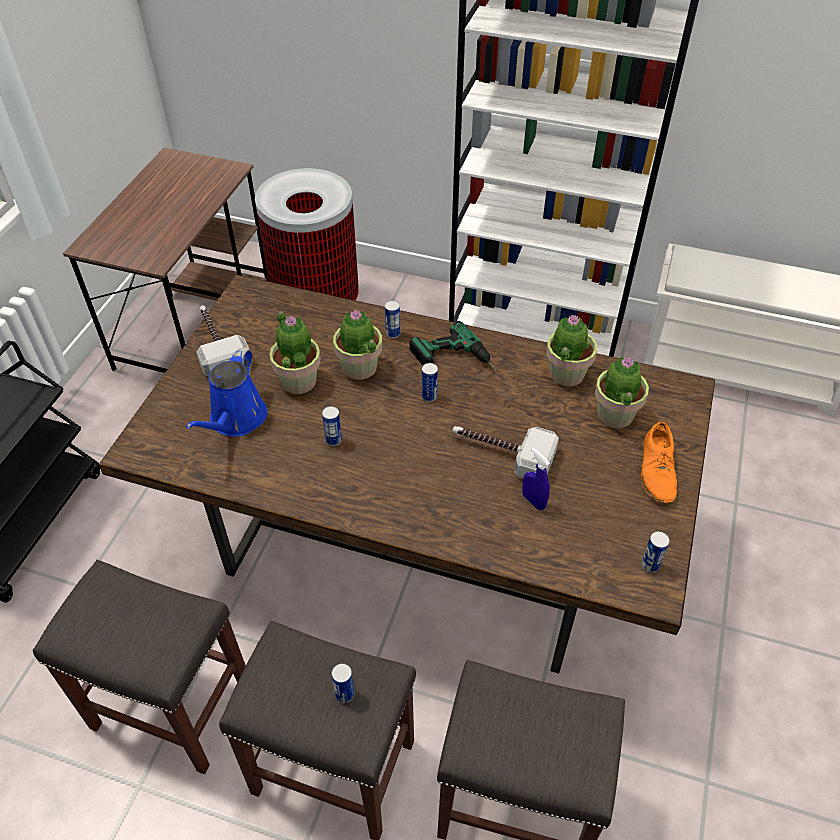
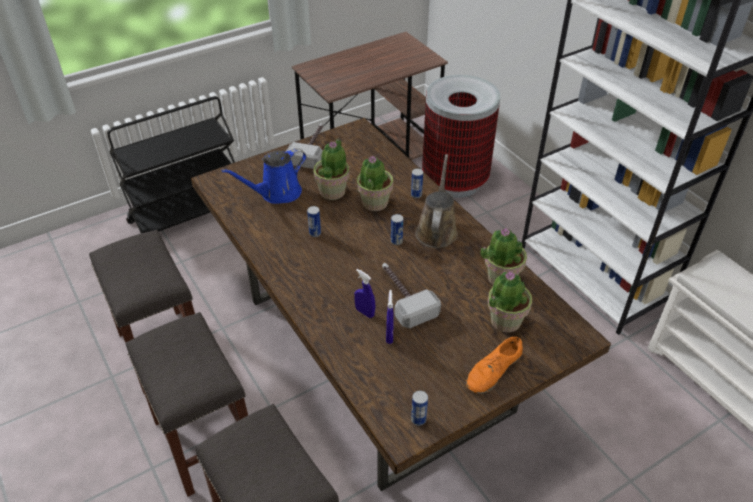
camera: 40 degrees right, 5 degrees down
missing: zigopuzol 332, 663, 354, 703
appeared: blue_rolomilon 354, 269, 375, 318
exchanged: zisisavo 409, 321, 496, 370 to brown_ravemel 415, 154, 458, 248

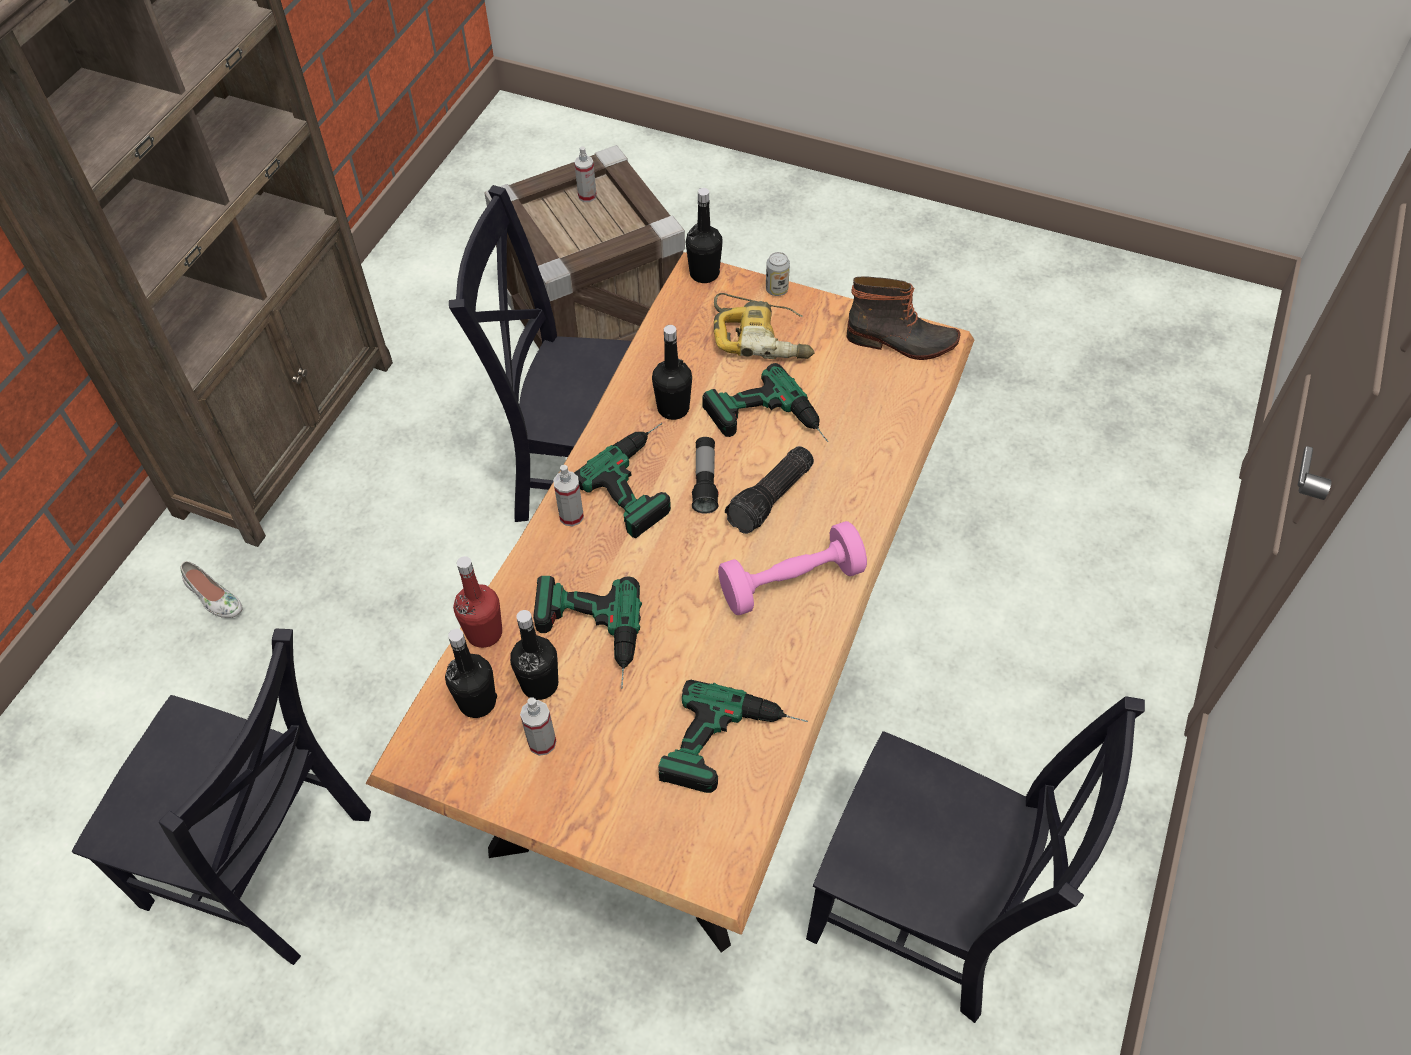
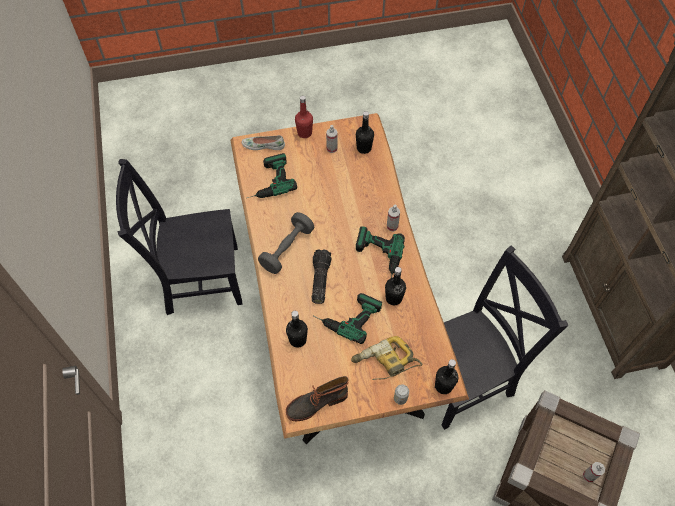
camera: 145 degrees right, 5 degrees up
missing: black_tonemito 72, 629, 371, 965; zisisavo 533, 576, 642, 688; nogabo 692, 437, 719, 514
relocated: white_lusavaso 180, 561, 243, 618 to 242, 135, 285, 150; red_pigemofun 453, 556, 502, 648 to 295, 96, 313, 138; black_pigemofun 510, 610, 558, 700 to 286, 311, 308, 348
colour: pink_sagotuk 718, 521, 867, 615 to grey_sagotuk 258, 212, 314, 274

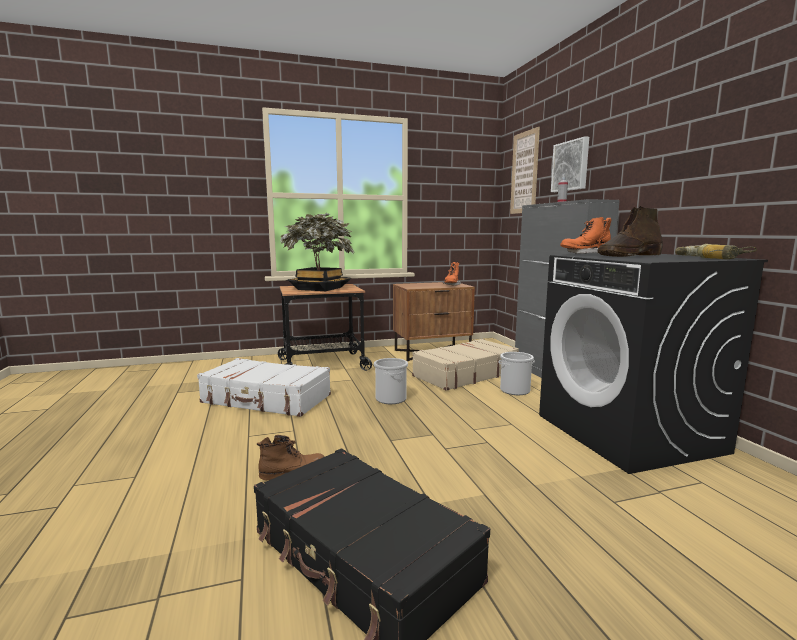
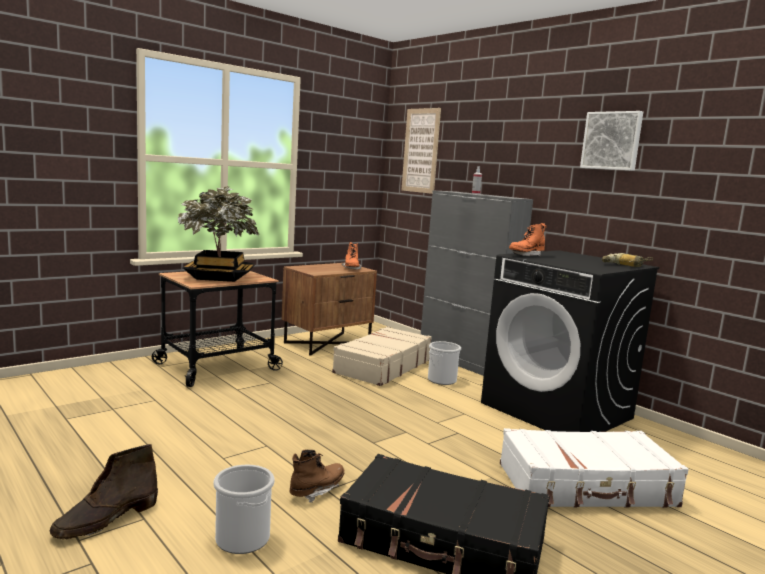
camera: 25 degrees left, 0 degrees up
relocated: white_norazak 197, 358, 331, 417 to 500, 428, 689, 508; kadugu 374, 358, 408, 404 to 213, 465, 275, 554; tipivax 551, 136, 589, 192 to 580, 111, 643, 171; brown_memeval 598, 206, 663, 257 to 50, 444, 158, 539

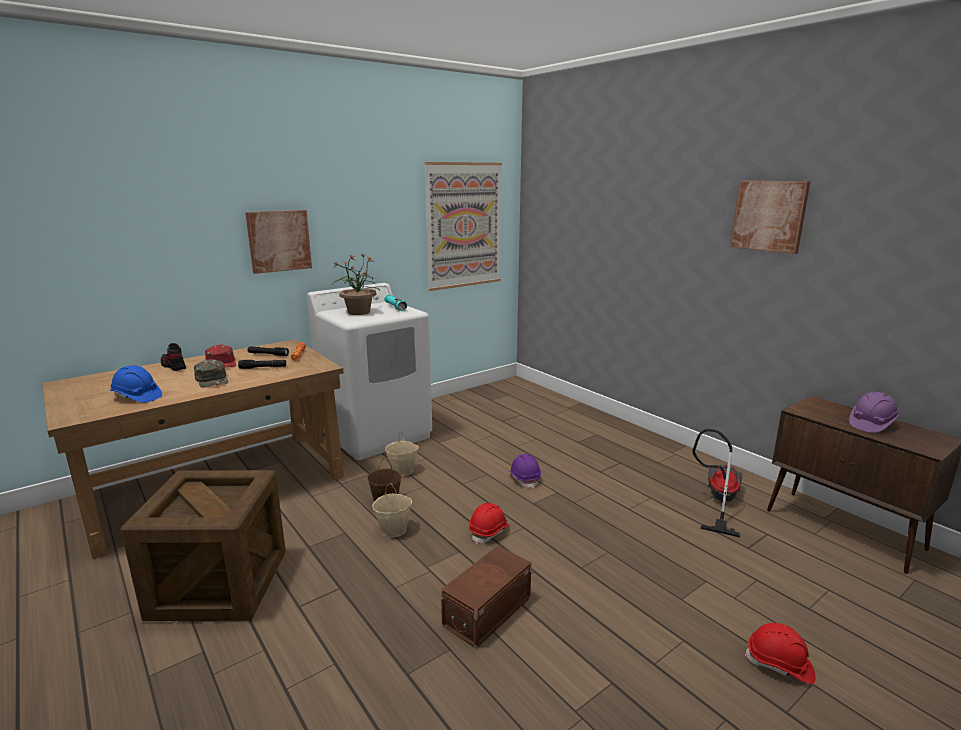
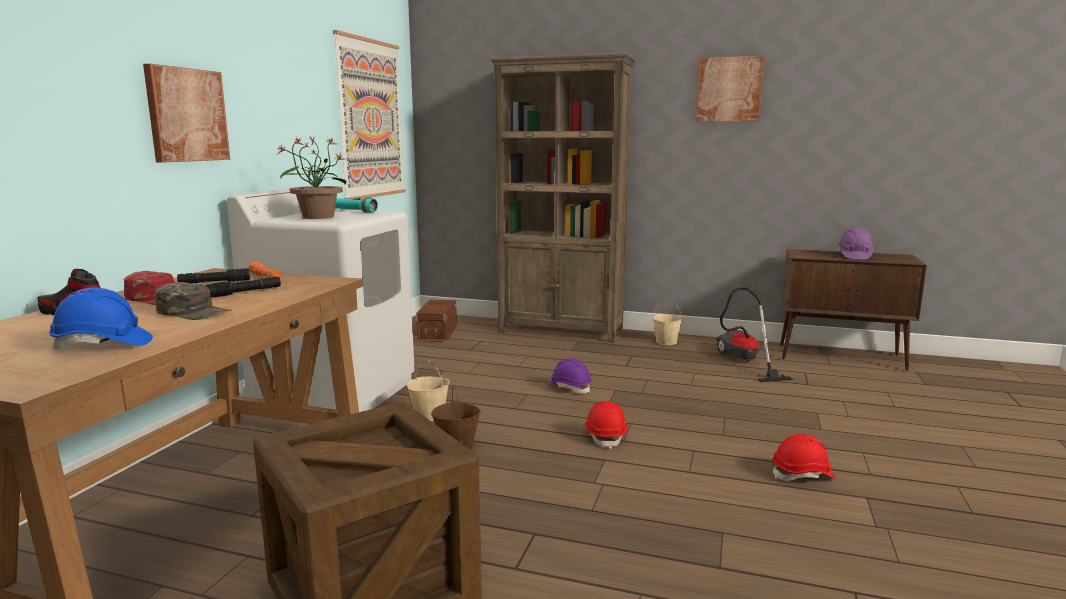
camera: 35 degrees left, 5 degrees down
appeared: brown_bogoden 490, 52, 636, 343
relocated: beige_kadugu 372, 483, 412, 538 to 652, 300, 683, 345; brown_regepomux 441, 546, 532, 649 to 416, 300, 457, 342; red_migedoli 745, 623, 815, 684 to 773, 434, 837, 481

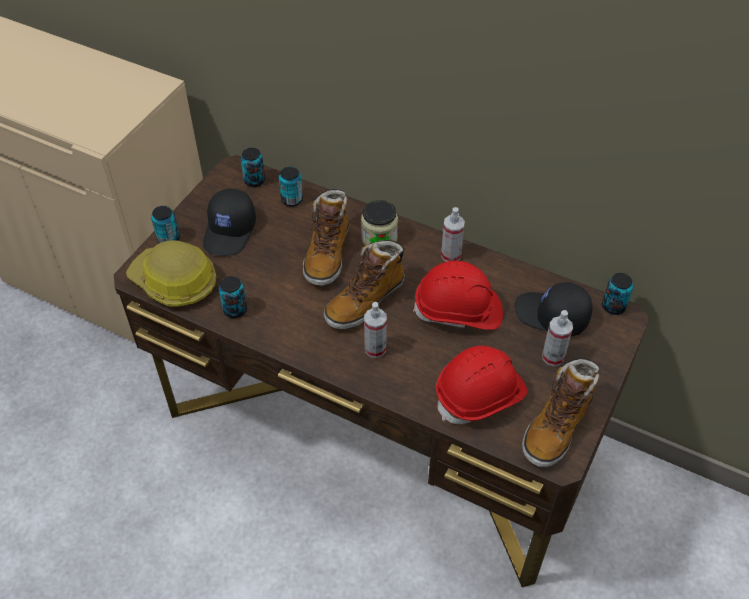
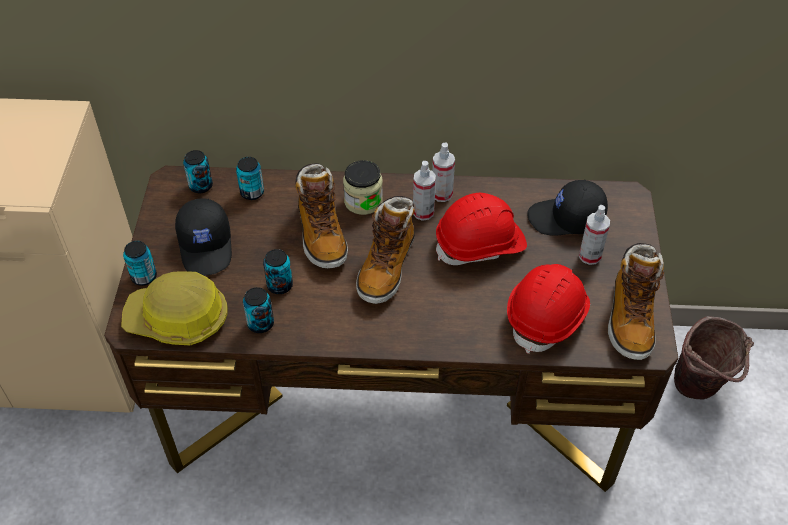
camera: 25 degrees left, 0 degrees up
appeared: brown_kadugu 674, 316, 754, 399
relocated: rolomilon 364, 302, 387, 358 to 413, 161, 436, 221; zigopuzol 602, 273, 633, 315 to 263, 249, 293, 294

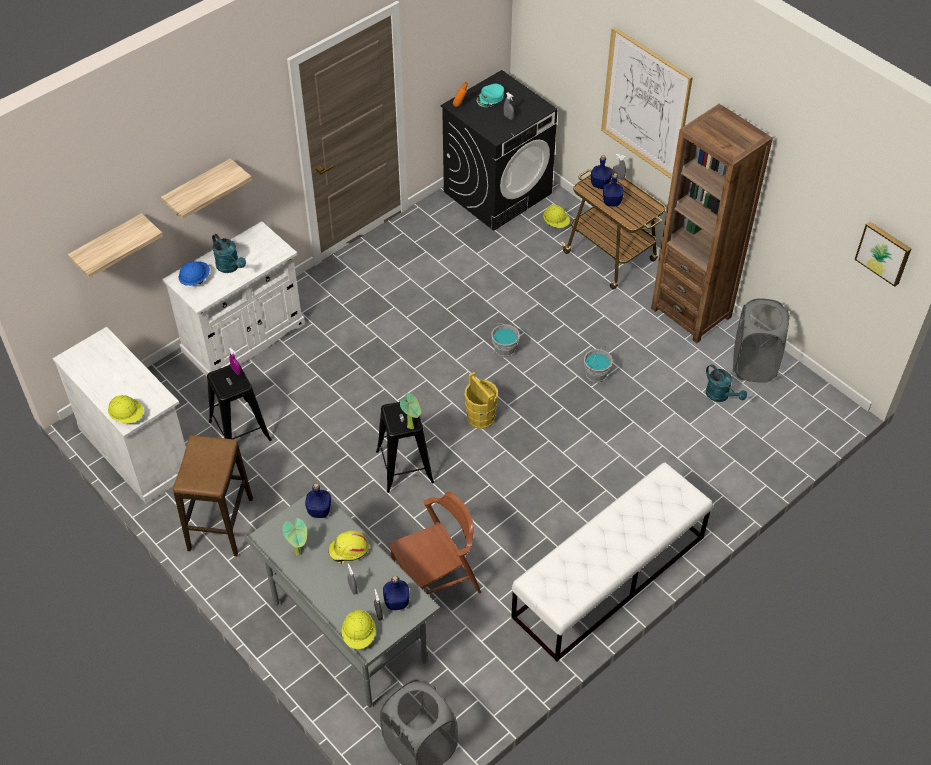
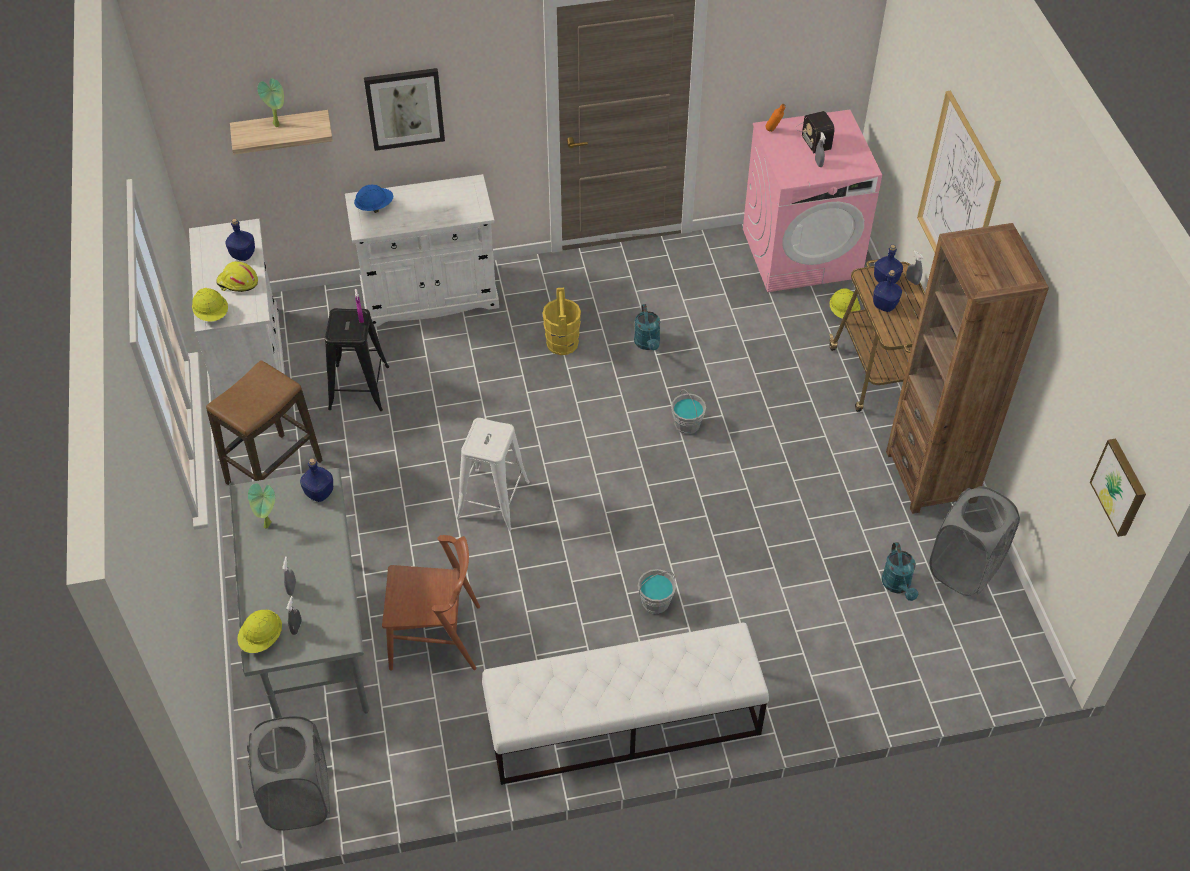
camera: 30 degrees right, 0 degrees up
relocated: turquoise_ravemel 212, 234, 246, 273 to 634, 304, 660, 350; yellow_migedoli 328, 531, 369, 564 to 216, 261, 258, 292; blue_pigemofun 383, 576, 410, 610 to 225, 219, 255, 261; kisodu 400, 393, 421, 430 to 257, 78, 284, 127; yellow_kadugu 464, 372, 498, 429 to 542, 288, 581, 355; grey_kadugu 584, 346, 613, 383 to 638, 569, 676, 614
exchanged: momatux 161, 158, 252, 219 to tipivax 364, 68, 445, 151; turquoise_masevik 477, 84, 504, 107 to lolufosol 796, 111, 834, 153
colour: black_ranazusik 376, 400, 434, 493 to white_ranazusik 456, 418, 530, 531; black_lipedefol 441, 70, 557, 231 to pink_lipedefol 743, 110, 882, 292

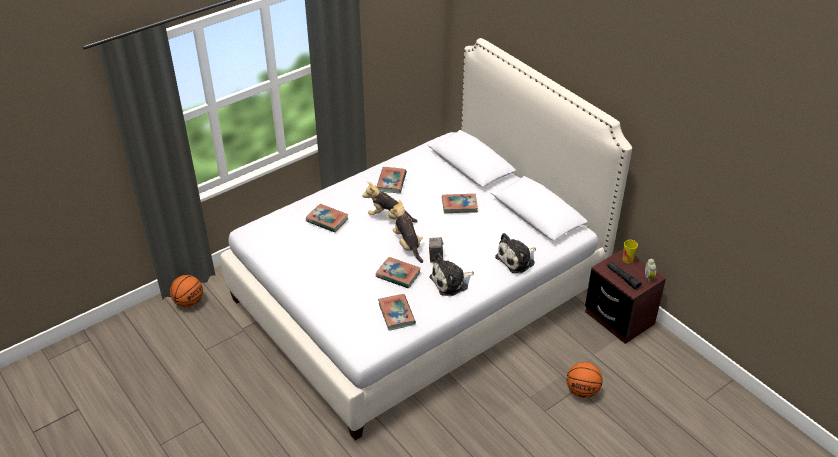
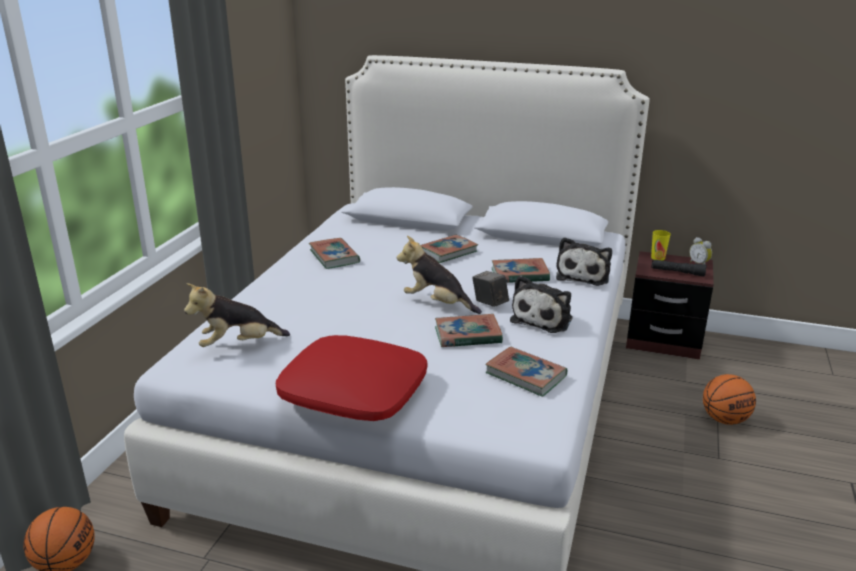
camera: 35 degrees left, 15 degrees down
appeared: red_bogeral 276, 335, 428, 421
relocated: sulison 306, 204, 349, 233 to 491, 258, 550, 283; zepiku 362, 182, 418, 223 to 184, 283, 290, 347

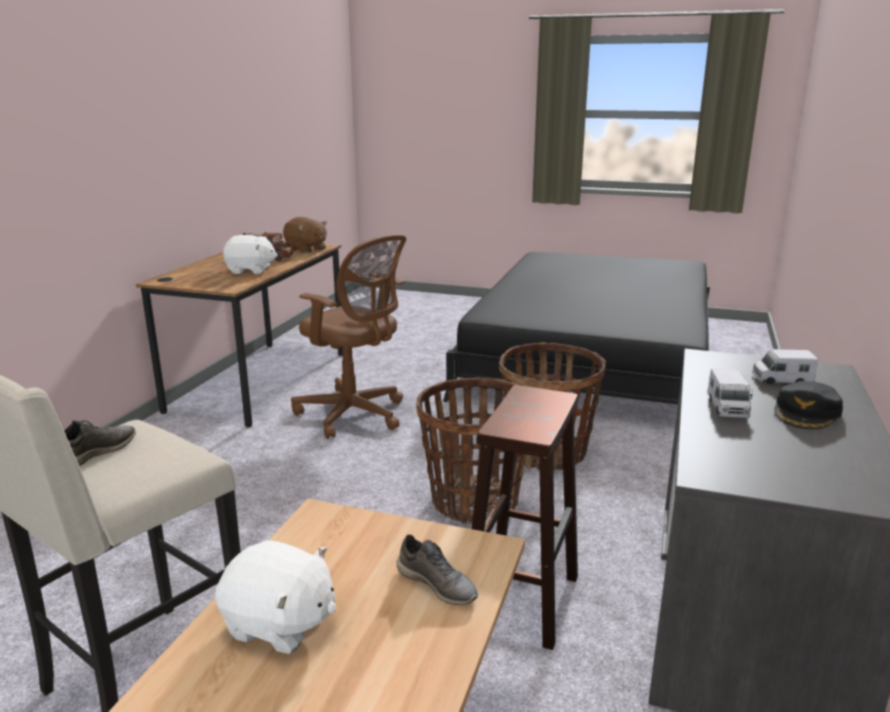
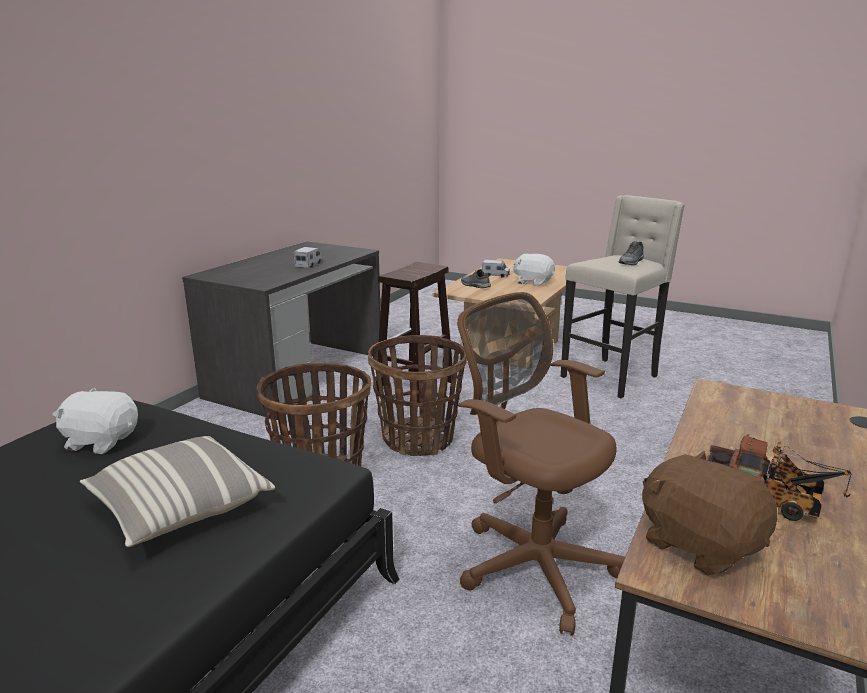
camera: 170 degrees left, 0 degrees up
missing: black_masevik 774, 381, 843, 429
appeared: bogeral 80, 436, 275, 547
relocated: white_zepiku 223, 235, 278, 274 to 53, 387, 138, 454; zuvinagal 752, 349, 818, 385 to 482, 260, 510, 278

